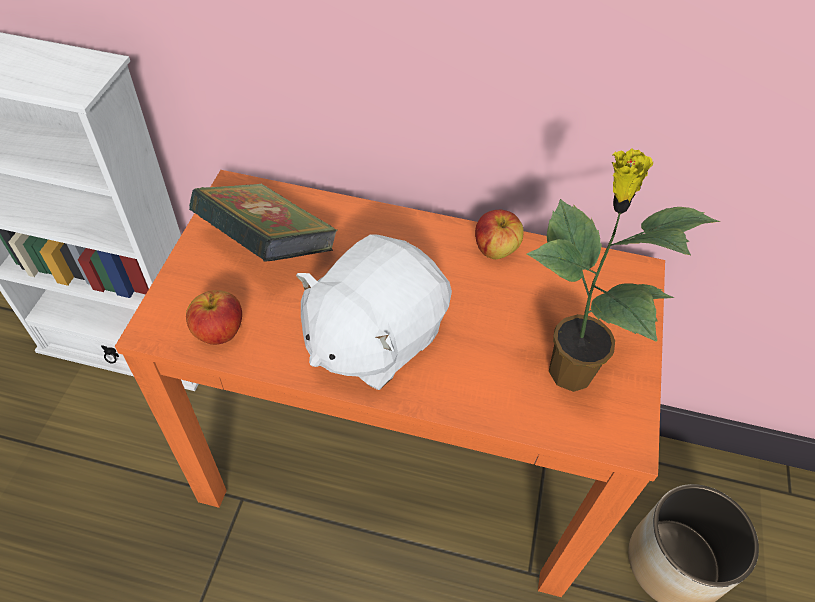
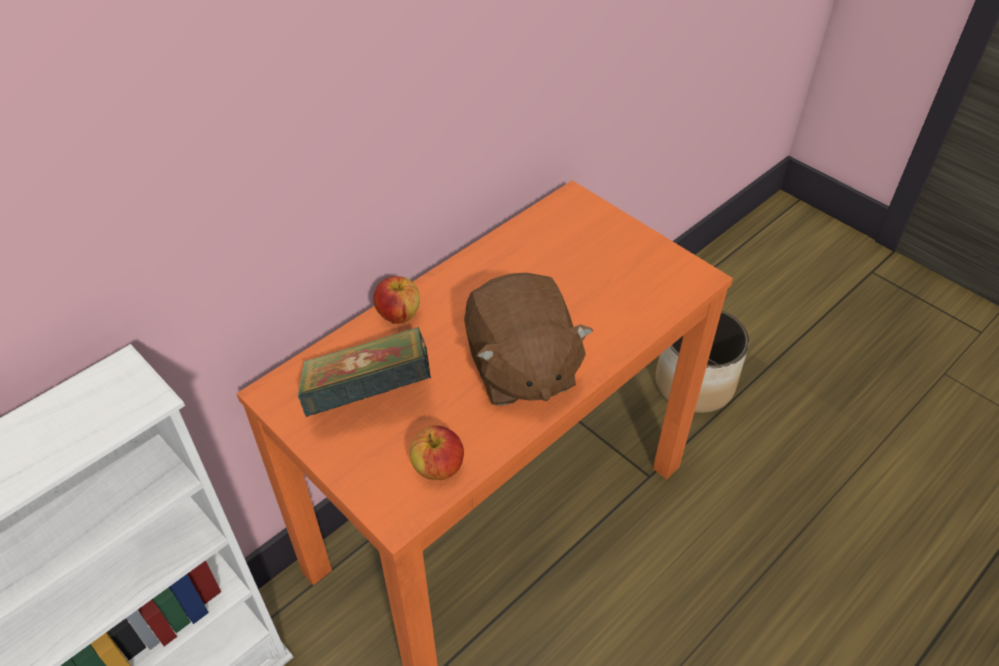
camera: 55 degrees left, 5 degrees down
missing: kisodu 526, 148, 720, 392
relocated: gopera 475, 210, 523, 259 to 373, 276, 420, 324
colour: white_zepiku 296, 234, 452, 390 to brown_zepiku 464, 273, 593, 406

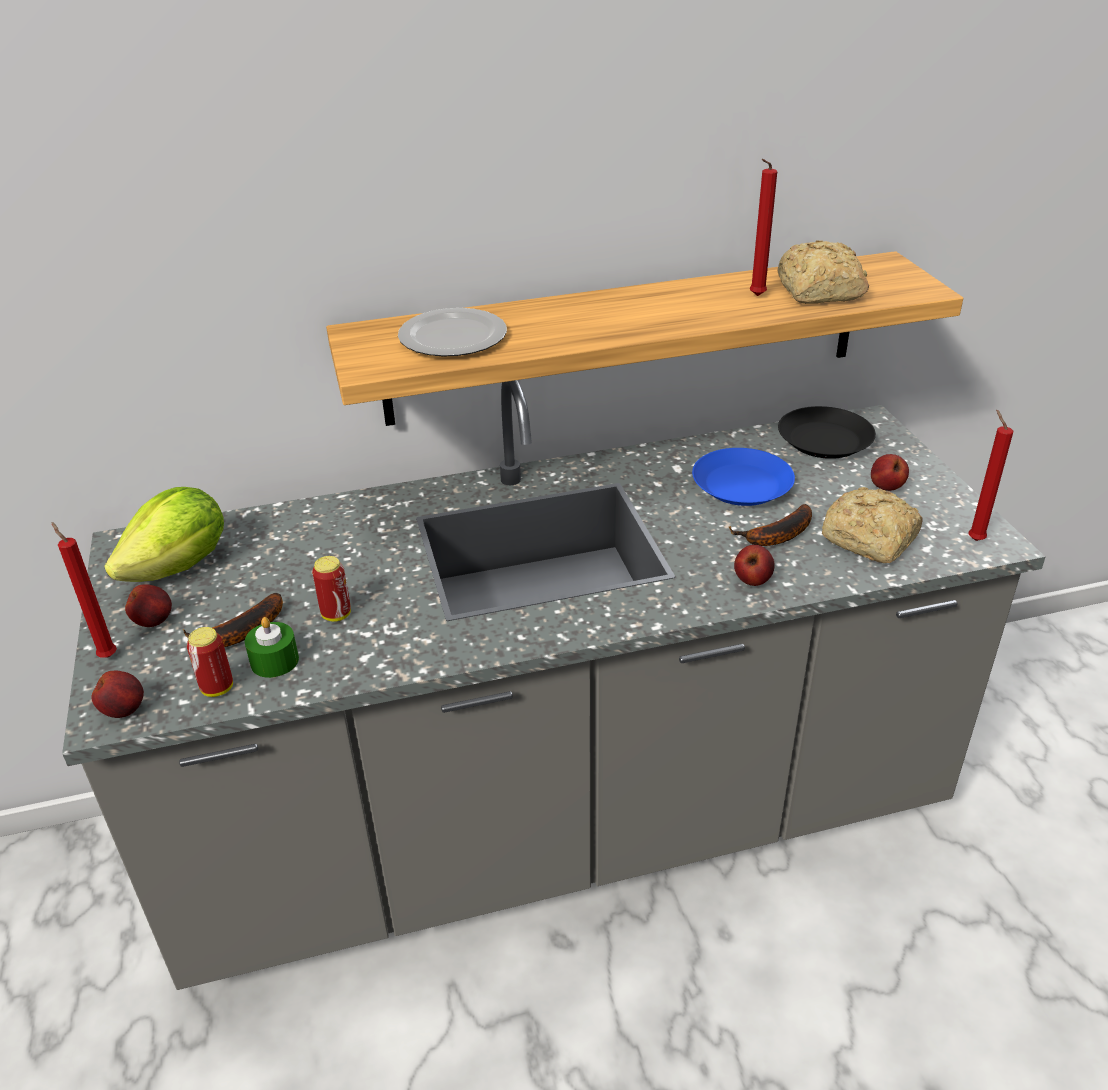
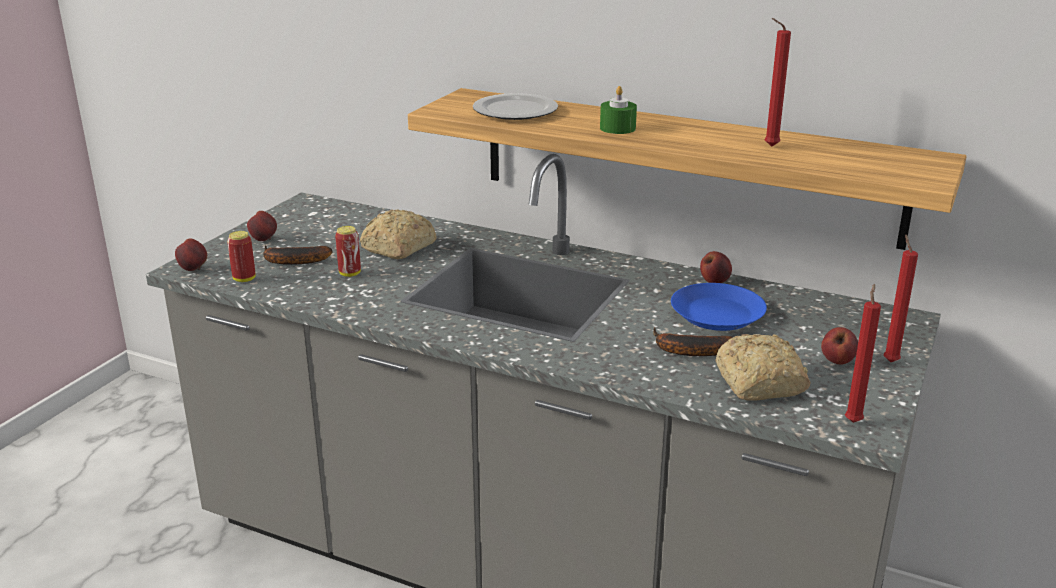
camera: 40 degrees right, 10 degrees down
missing: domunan 104, 487, 224, 582; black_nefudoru 778, 406, 876, 459
relocated: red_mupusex 51, 522, 117, 658 to 883, 234, 918, 362; green_mupusex 245, 617, 299, 678 to 600, 86, 637, 134; gopera 734, 545, 775, 586 to 700, 251, 732, 283; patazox 777, 240, 869, 304 to 360, 210, 436, 259

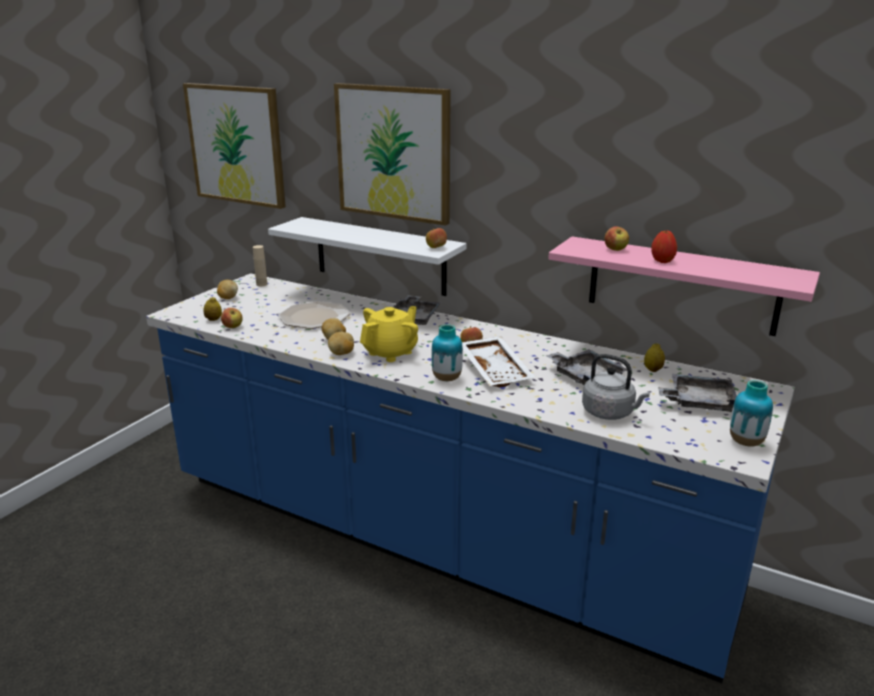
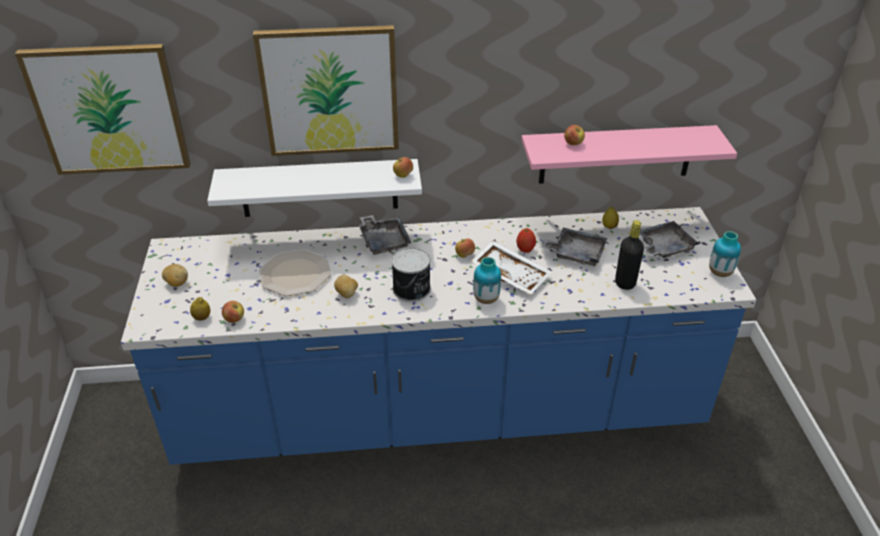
camera: 35 degrees left, 15 degrees up
missing: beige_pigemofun 253, 245, 267, 286; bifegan 328, 332, 354, 355
relocated: gopera 651, 231, 677, 263 to 516, 228, 536, 253
exchanged: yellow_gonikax 360, 306, 418, 362 to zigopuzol 391, 248, 431, 302; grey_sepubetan 582, 354, 650, 420 to black_pigemofun 615, 220, 644, 290

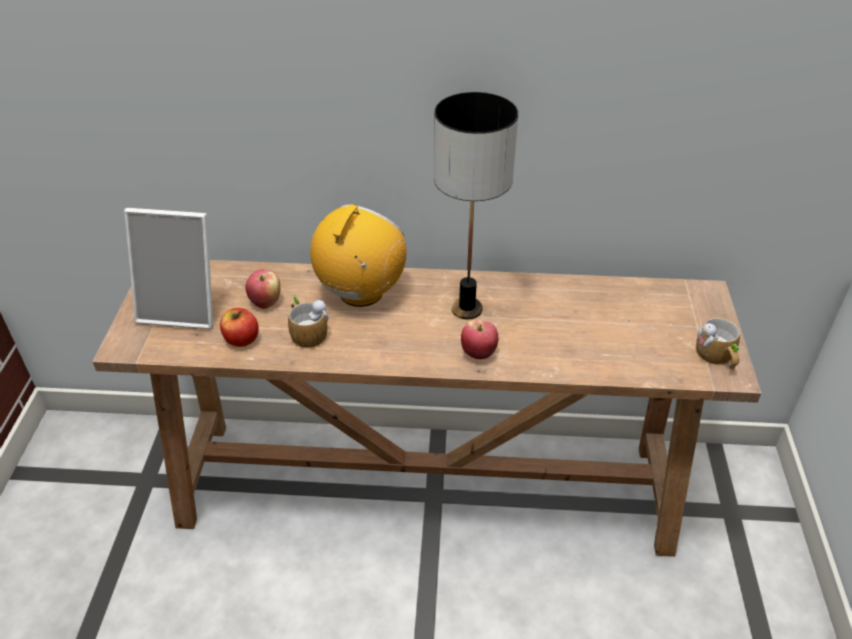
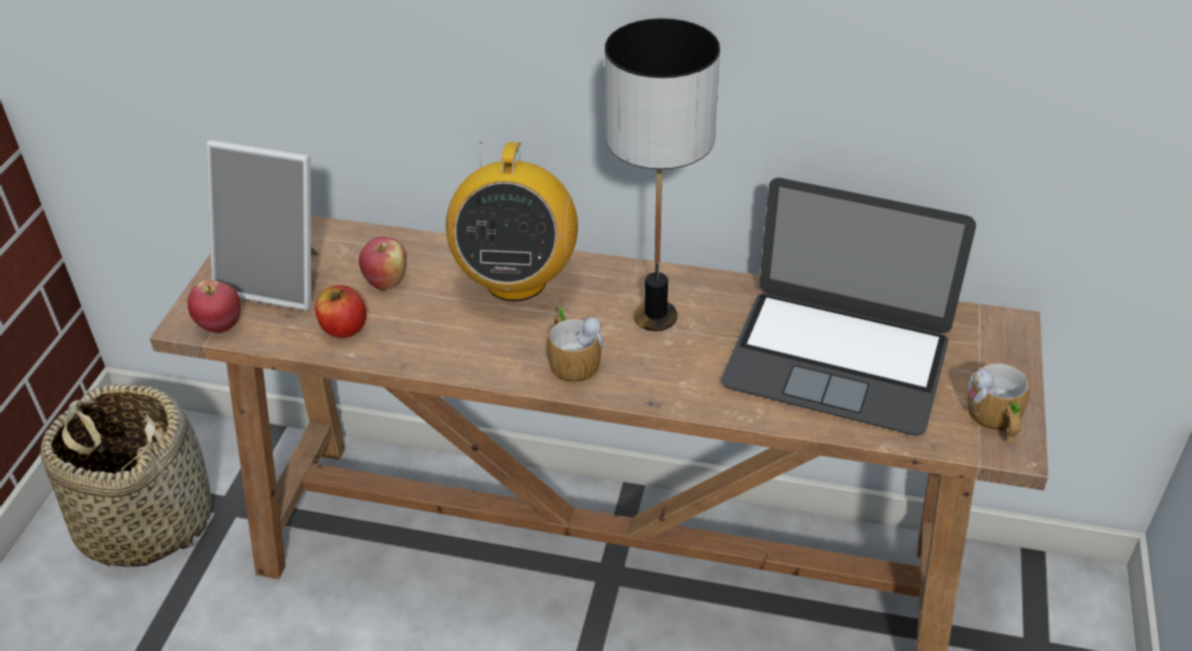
camera: 10 degrees right, 0 degrees up
appeared: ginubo 40, 383, 213, 567; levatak 721, 178, 976, 436
relocated: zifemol 288, 295, 328, 349 to 547, 307, 604, 384; gopera 461, 320, 498, 359 to 188, 280, 241, 332
spun: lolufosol 310, 204, 406, 307 = 446, 142, 578, 301 150 degrees clockwise

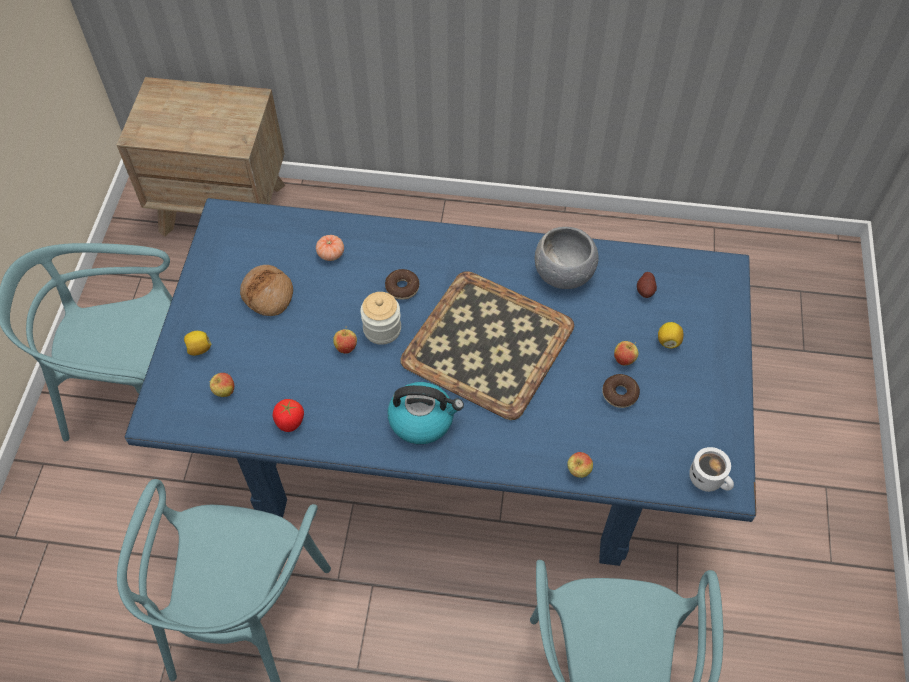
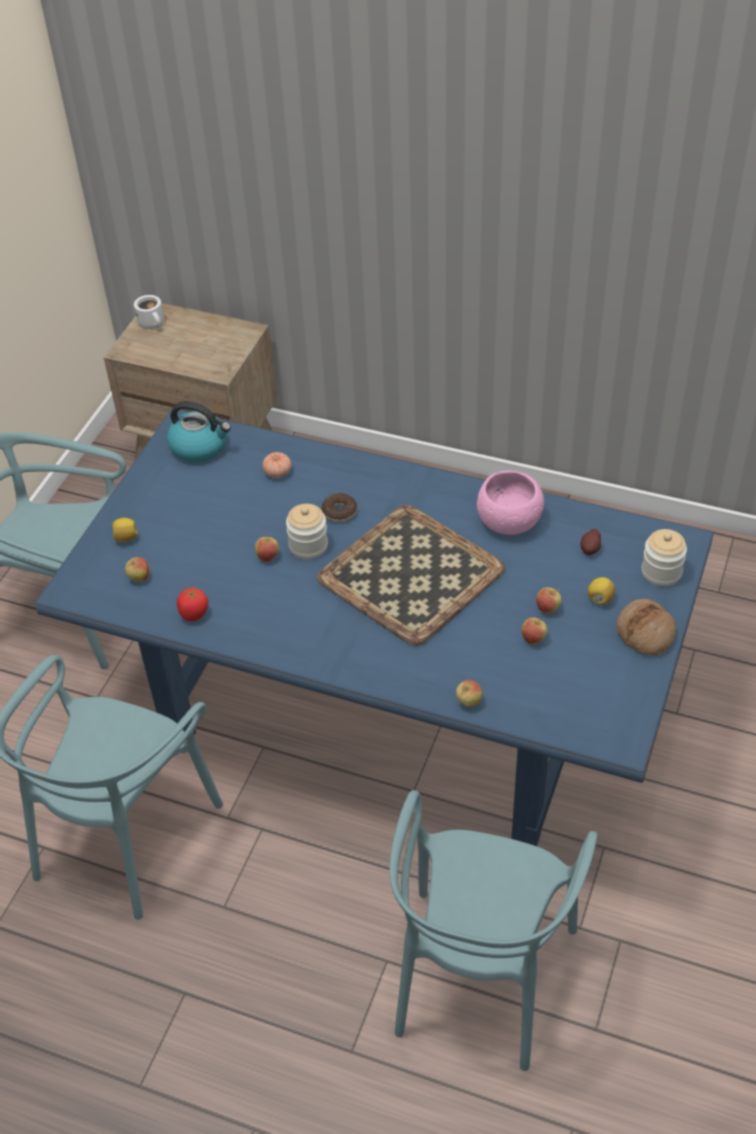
camera: 15 degrees right, 10 degrees down
appeared: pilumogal 642, 529, 687, 587
relocated: patazox 240, 265, 293, 316 to 616, 599, 676, 656; sepubetan 388, 382, 464, 444 to 167, 401, 231, 462; white_zifemol 689, 447, 734, 492 to 134, 295, 164, 329
exchanged: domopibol 602, 374, 640, 408 to gopera 522, 618, 548, 644
colour: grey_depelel 535, 227, 598, 289 to pink_depelel 477, 471, 544, 535

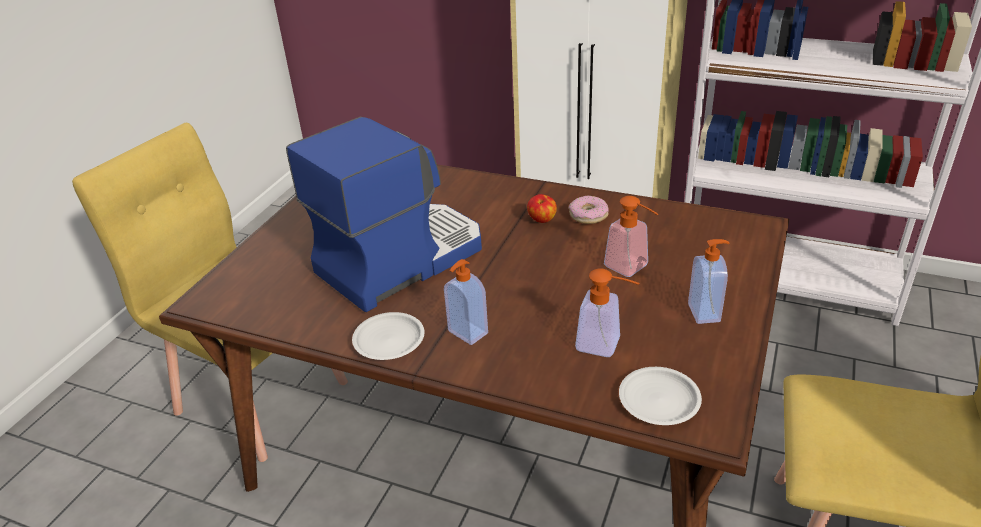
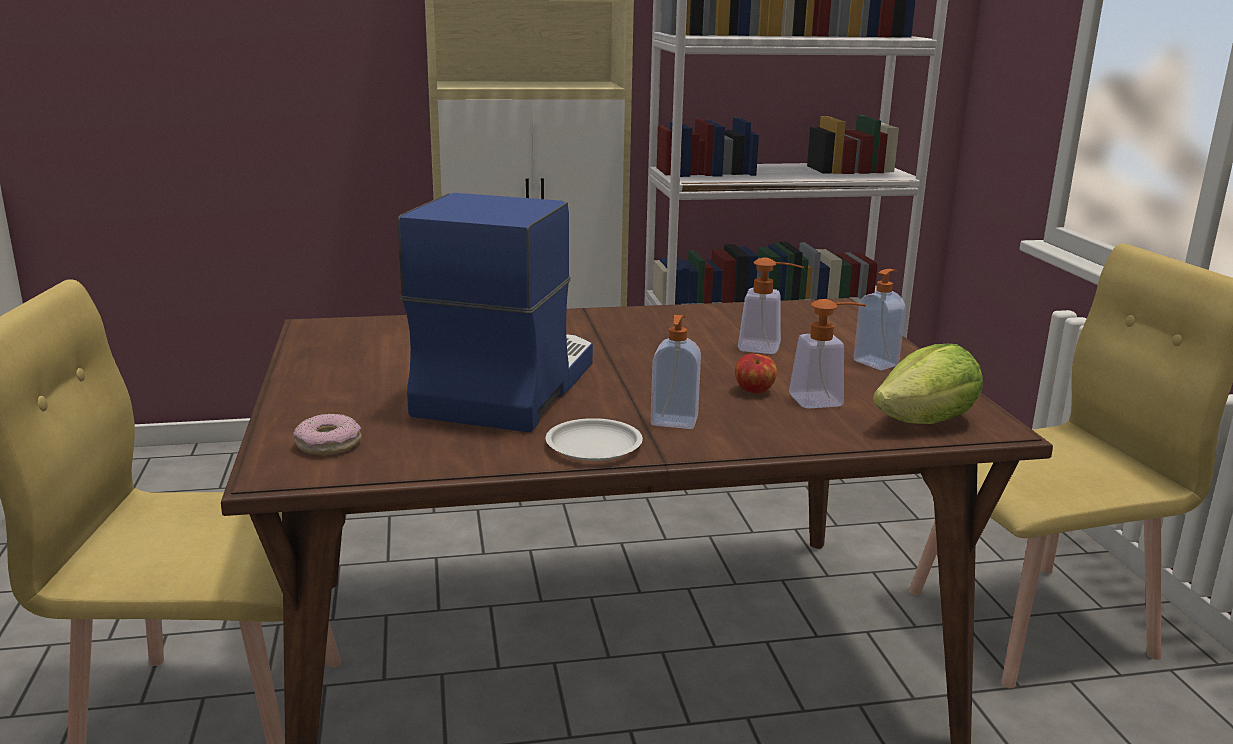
camera: 35 degrees left, 15 degrees down
relocated: gopera 527, 194, 557, 223 to 735, 354, 777, 393; domopibol 569, 196, 609, 224 to 293, 414, 362, 455
exchanged: white_nefudoru 619, 367, 702, 425 to domunan 873, 344, 983, 424

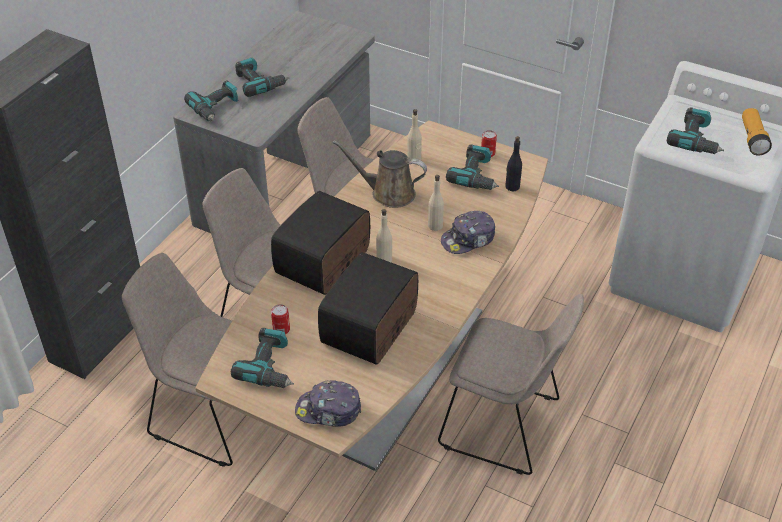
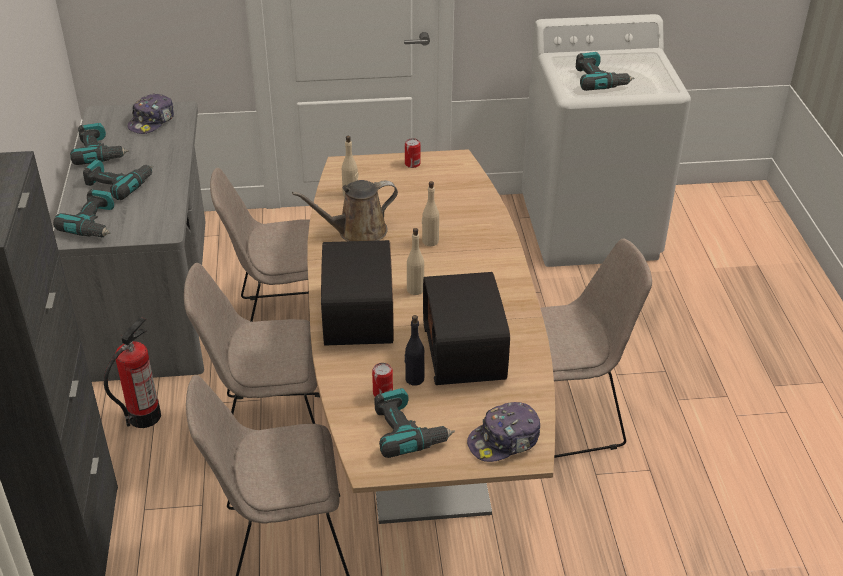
camera: 35 degrees left, 5 degrees down
missing: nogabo 742, 108, 772, 156
appeared: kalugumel 104, 317, 161, 428
relocated: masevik 441, 211, 495, 254 to 127, 93, 174, 134; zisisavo 446, 144, 499, 190 to 70, 123, 129, 165; black_pigemofun 505, 136, 522, 191 to 405, 315, 425, 386

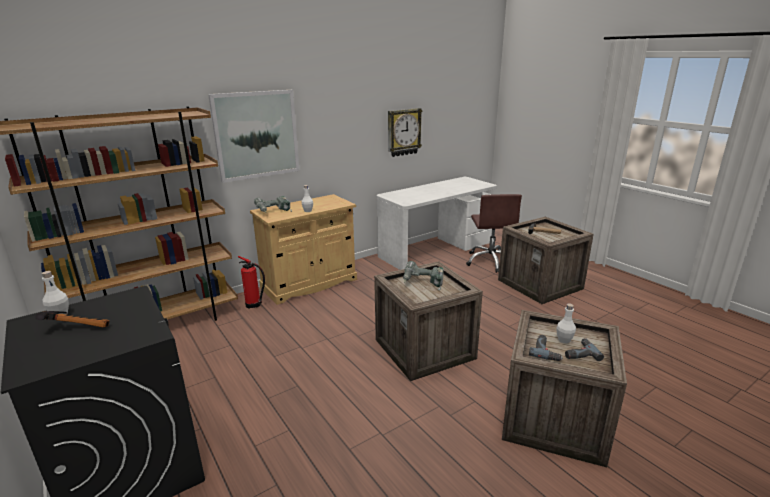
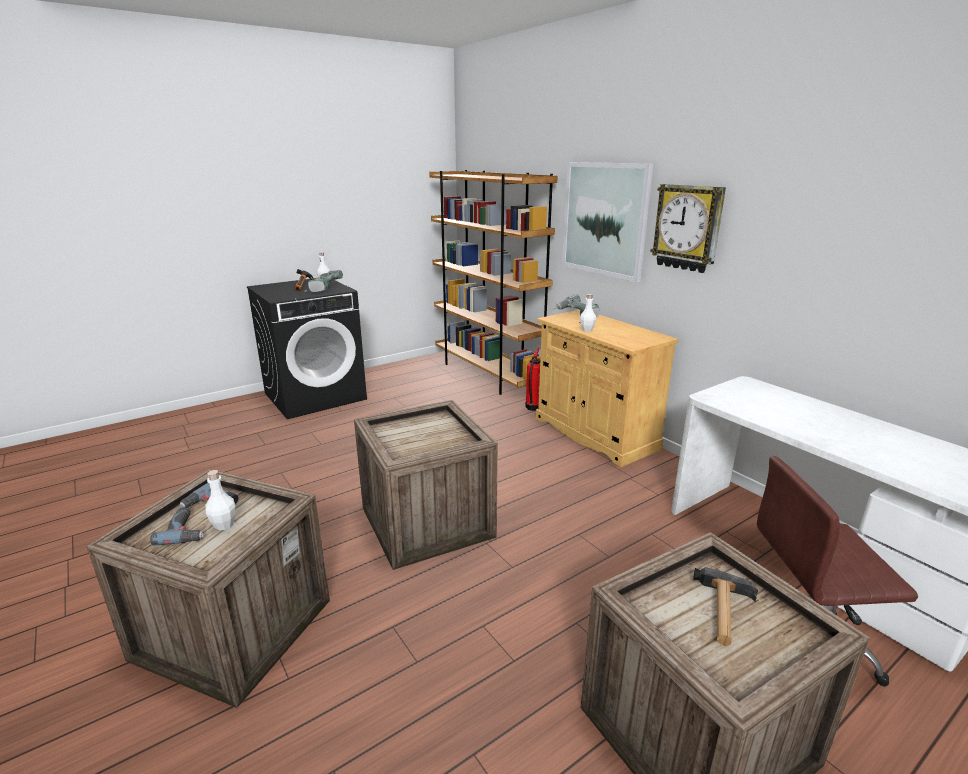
camera: 90 degrees right, 0 degrees up
relocated: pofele 388, 108, 423, 157 to 651, 184, 726, 273; zisisavo 403, 261, 444, 290 to 304, 270, 343, 293

